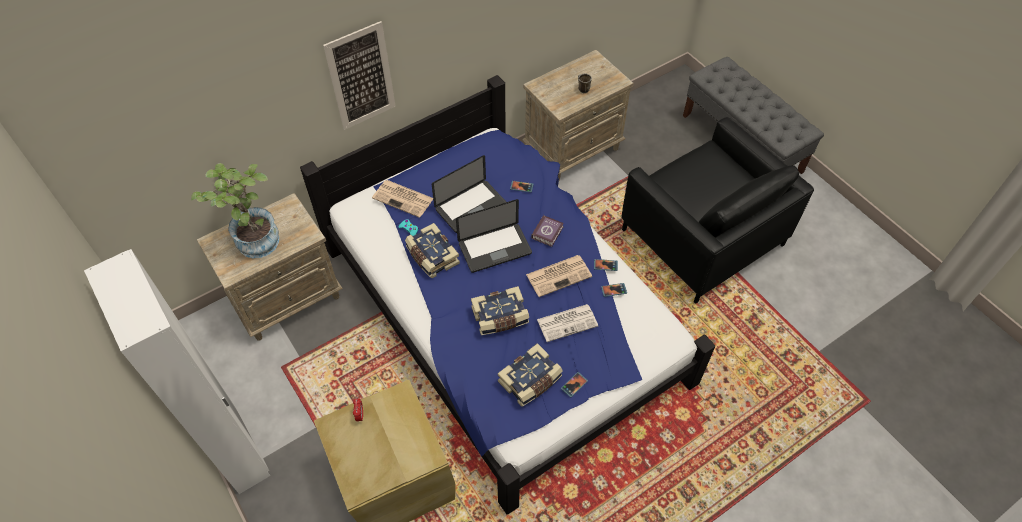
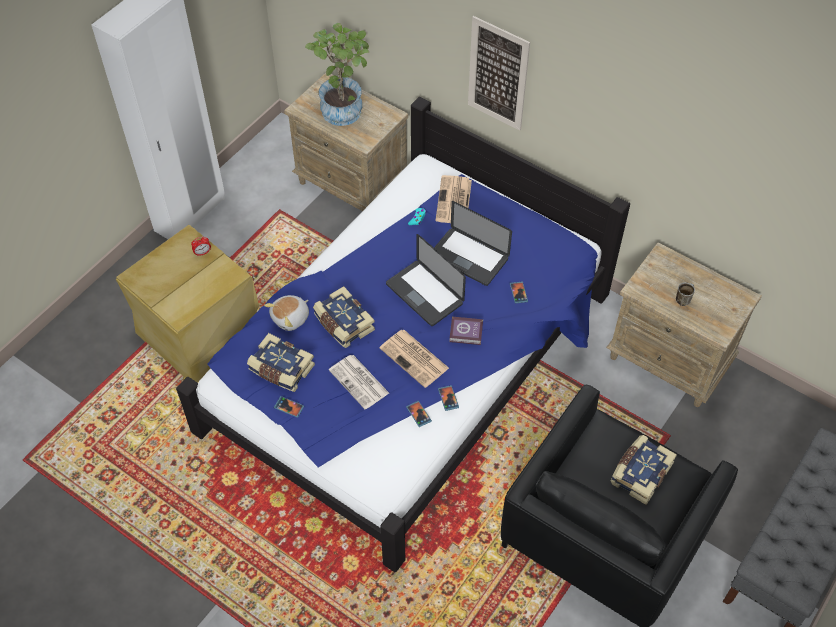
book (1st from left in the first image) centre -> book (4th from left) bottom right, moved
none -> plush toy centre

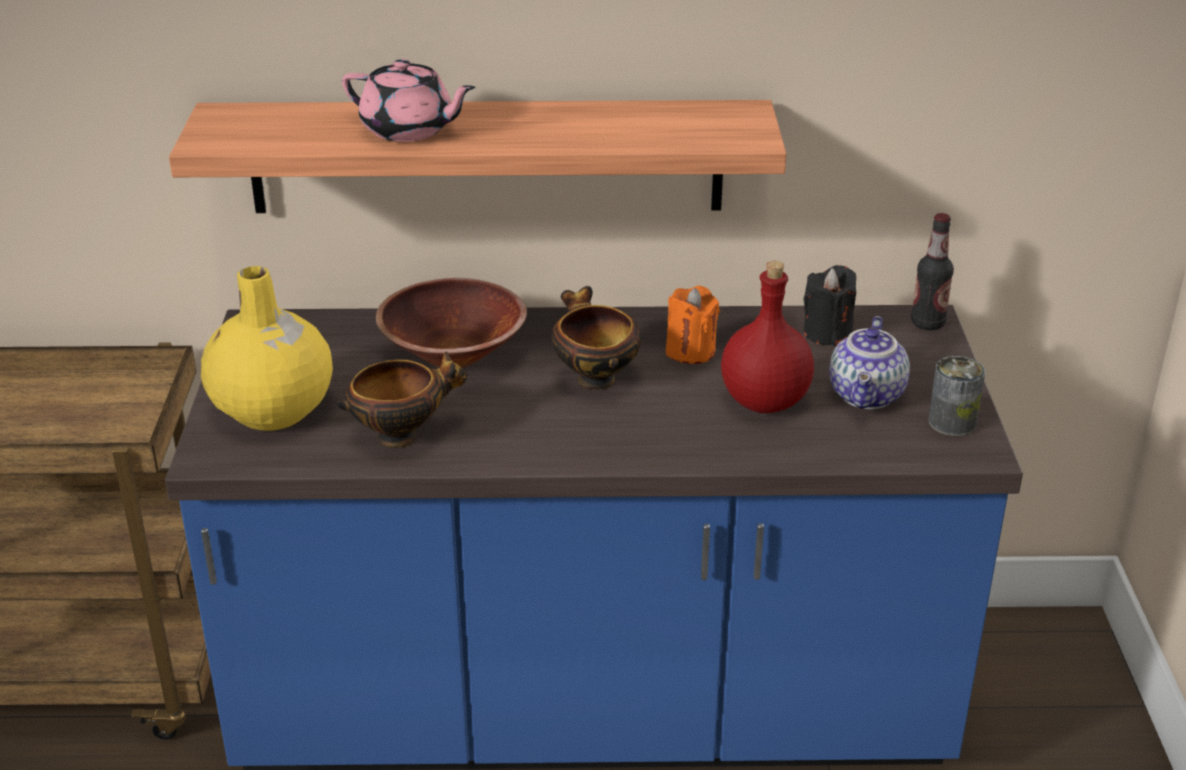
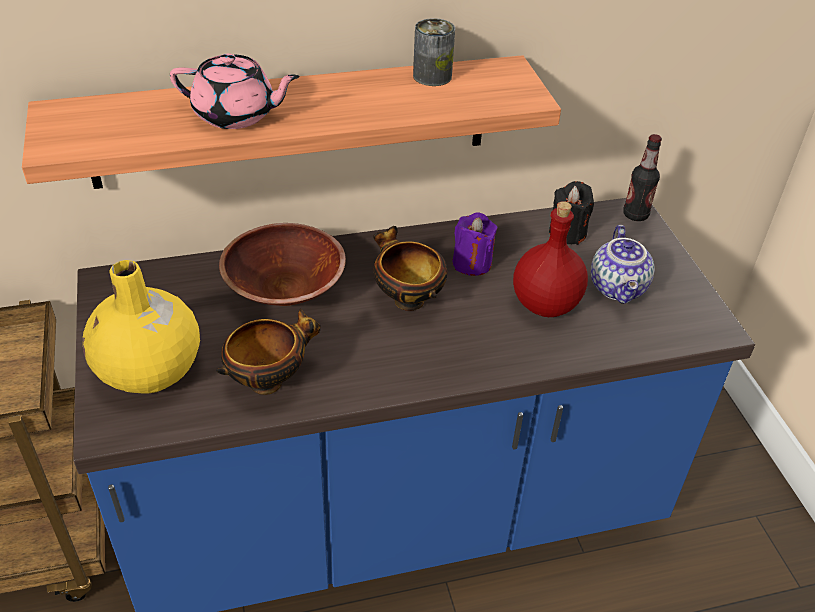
orange candle centre -> purple candle centre
can middle right -> can top centre, moved

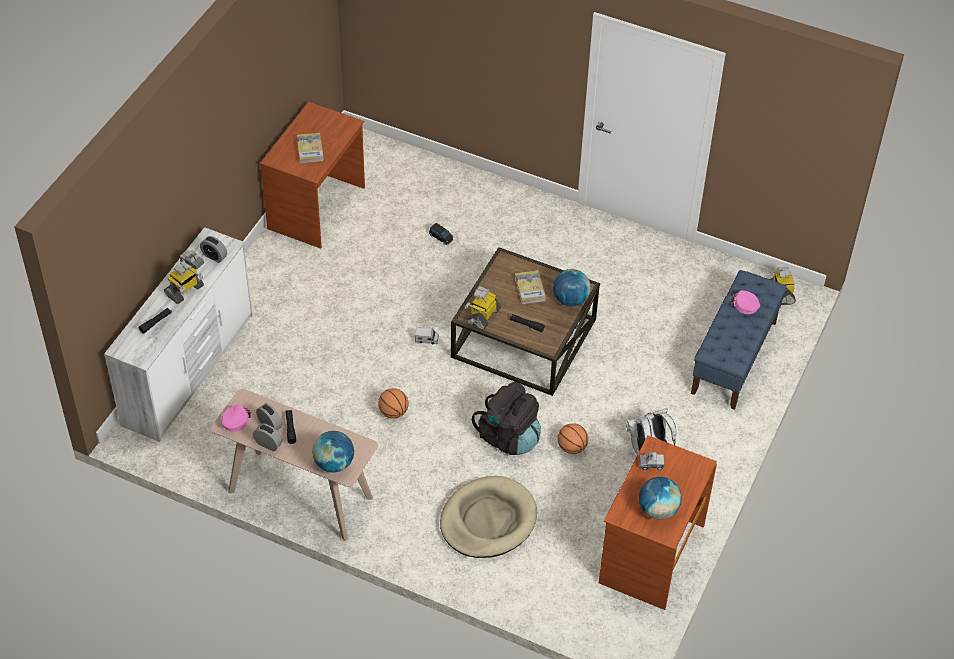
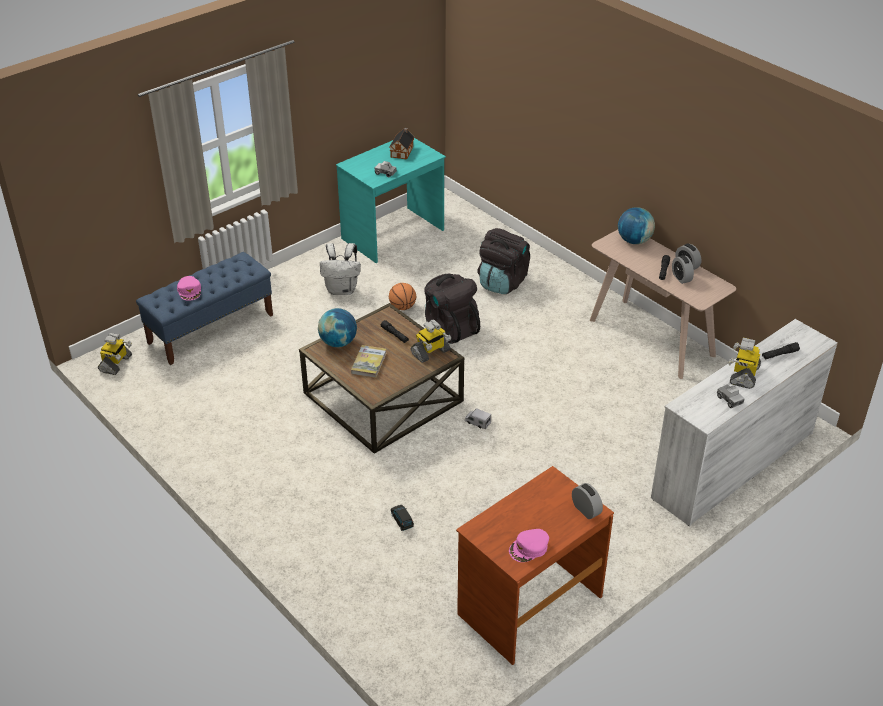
toy robot (1st from left in the first image) middle left -> toy robot (3rd from left) middle right, 45 degrees counterclockwise
alarm clock (1st from left) middle left -> alarm clock (1st from left) bottom centre, moved
pink cap (1st from left in the first image) middle left -> pink cap (2nd from left) bottom centre, moved
book (1st from left) top left -> none
basketball (1st from left) centre -> none
beige dog bed bottom centre -> black backpack (2nd from left) centre
brown desk (2nd from left) bottom right -> turquoise desk top centre
globe (3rd from left) bottom right -> toy house top centre

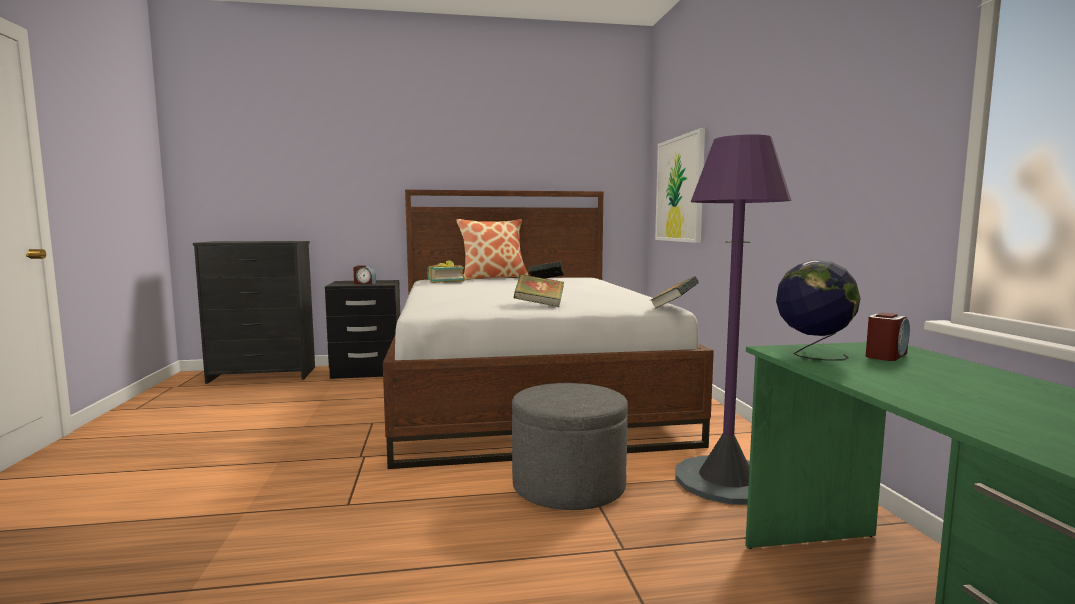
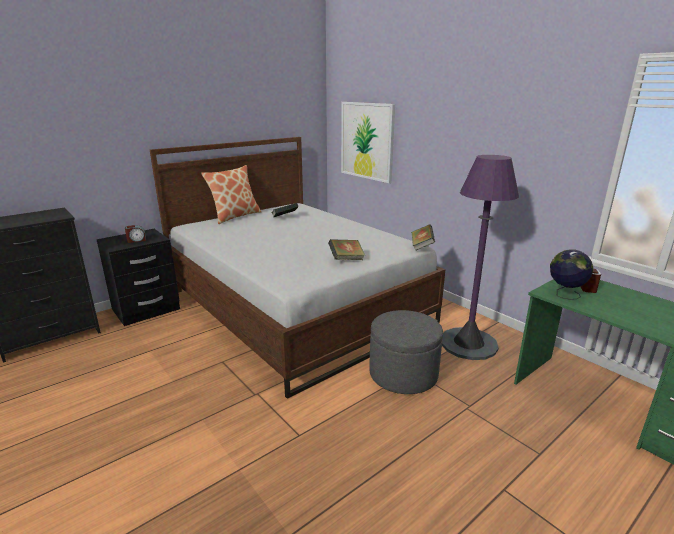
book (1st from left) centre -> none

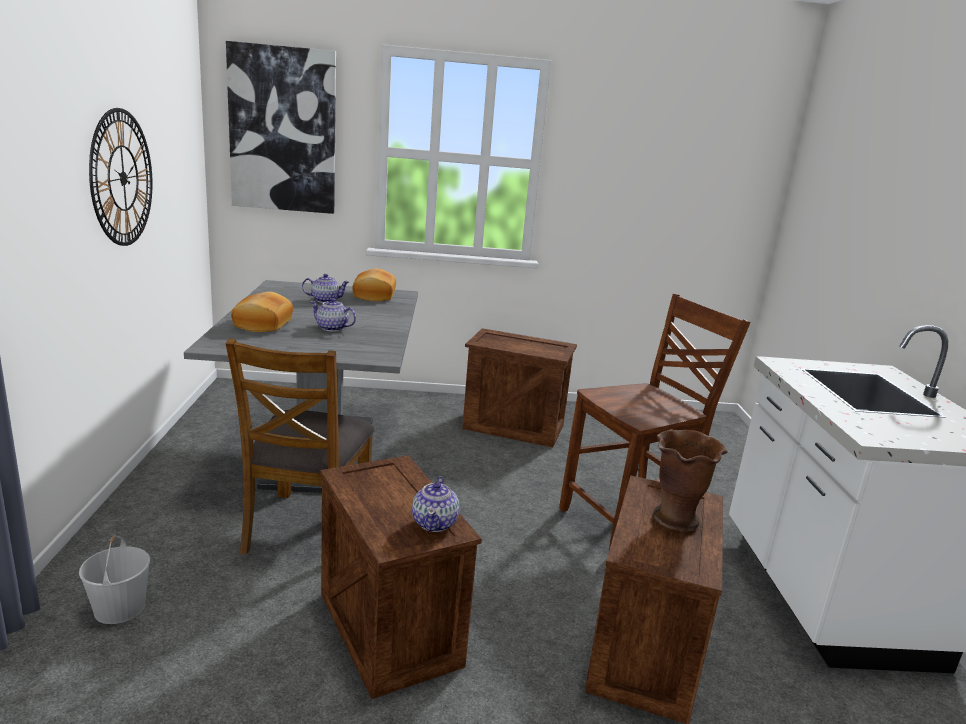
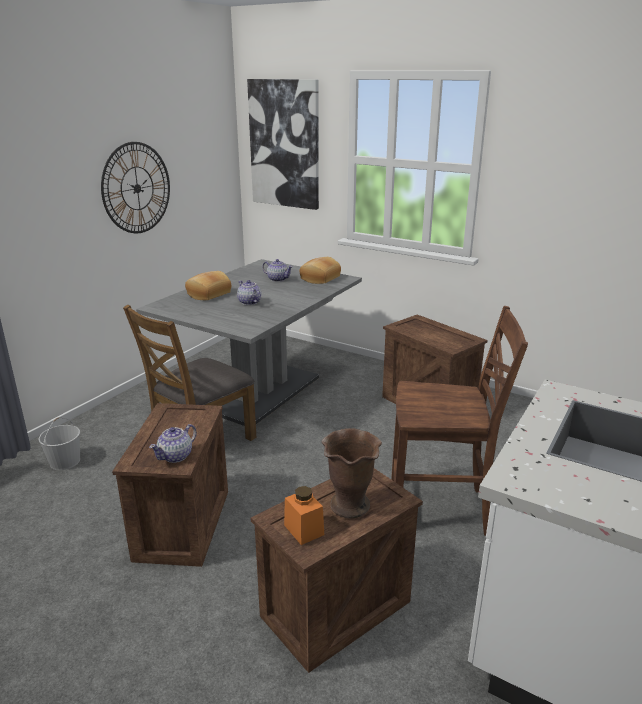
none -> orange jar bottom centre

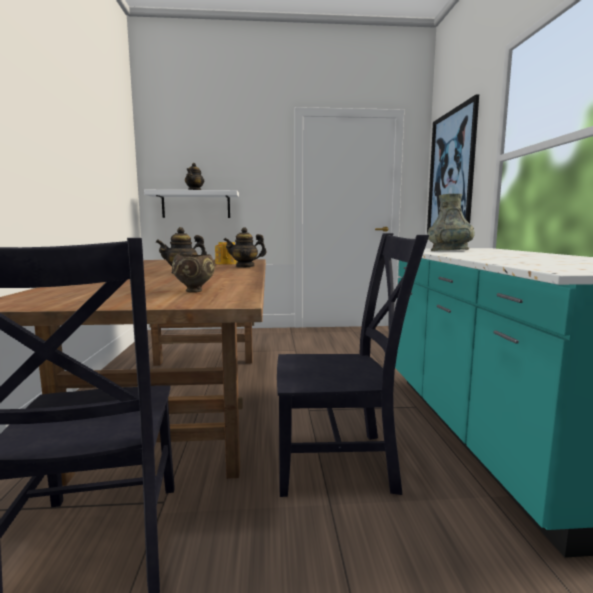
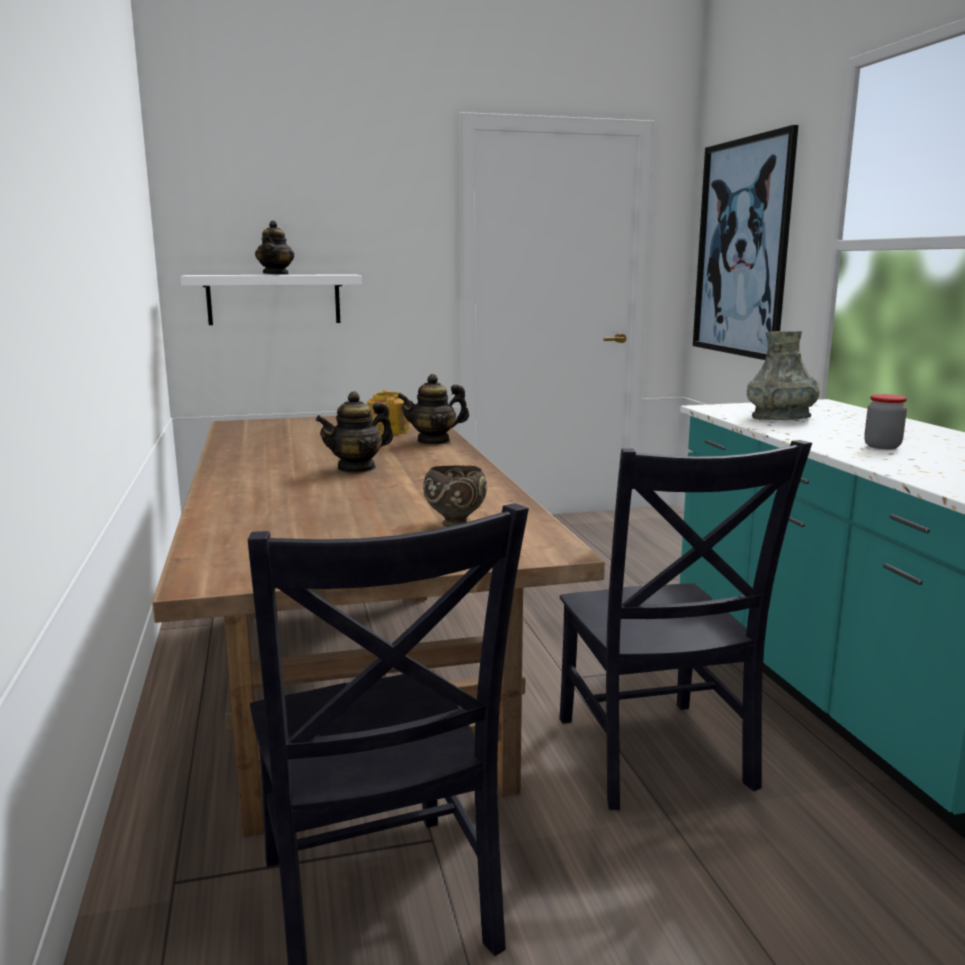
black chair (2nd from left) centre -> black chair (2nd from left) middle right, 90 degrees clockwise
none -> jar middle right

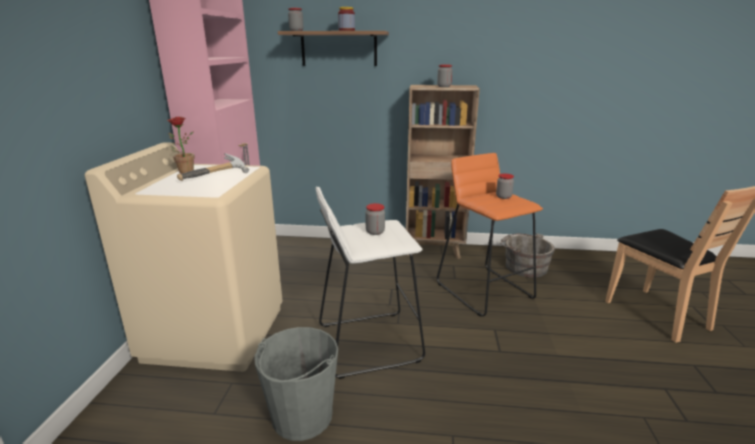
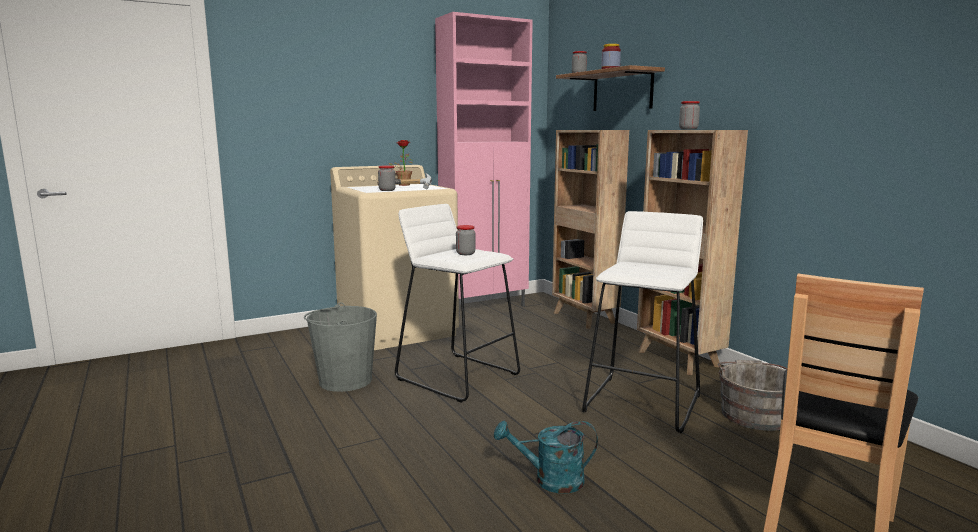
orange stool centre -> white stool (2nd from left) centre
jar (5th from left in the first image) middle right -> jar (1st from left) centre, moved
none -> turquoise watering can bottom centre
none -> brown bookcase (1st from left) centre

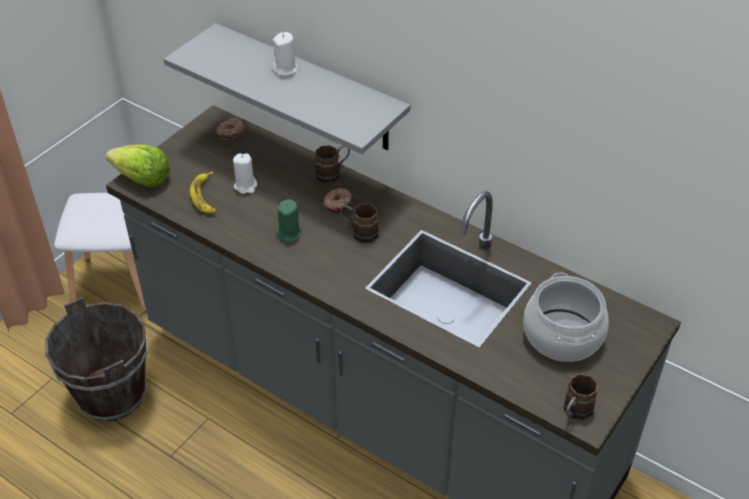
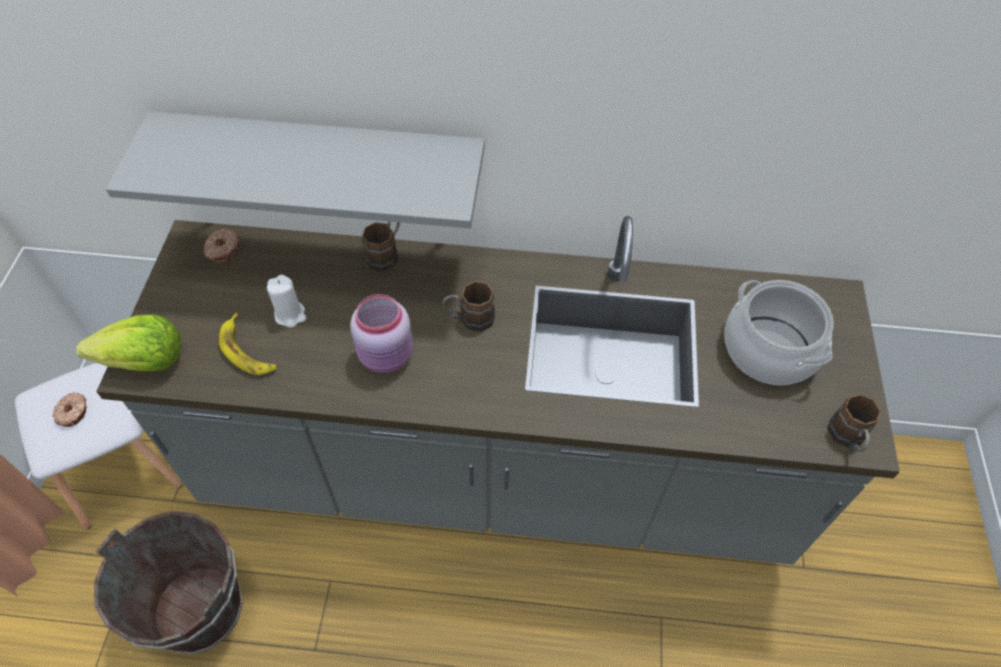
white candle (2nd from left) top centre -> none
green candle centre -> pink jar centre
donut (2nd from left in the first image) centre -> donut (1st from left) middle left, moved

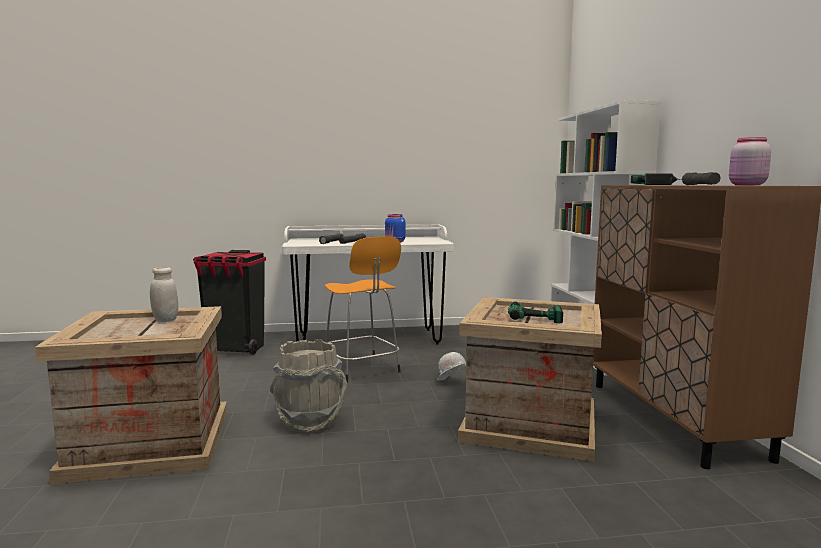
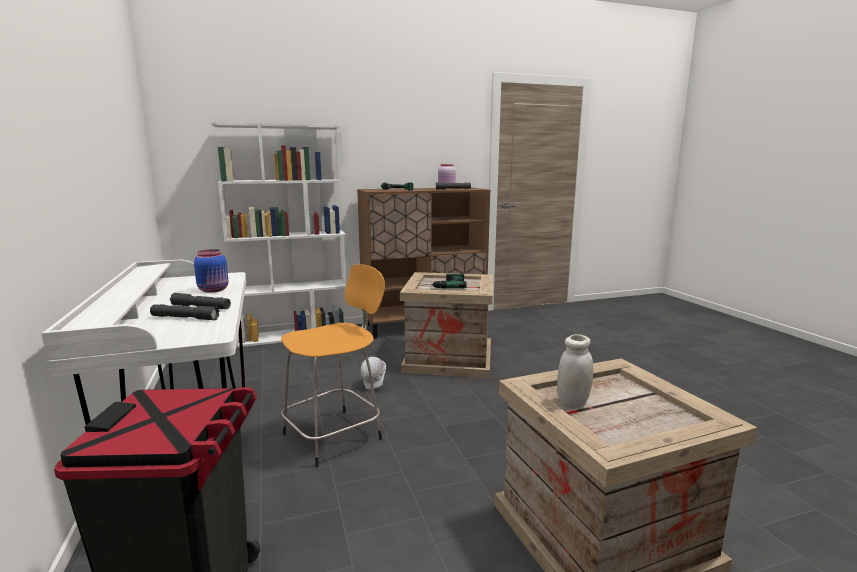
grey bucket bottom centre -> none

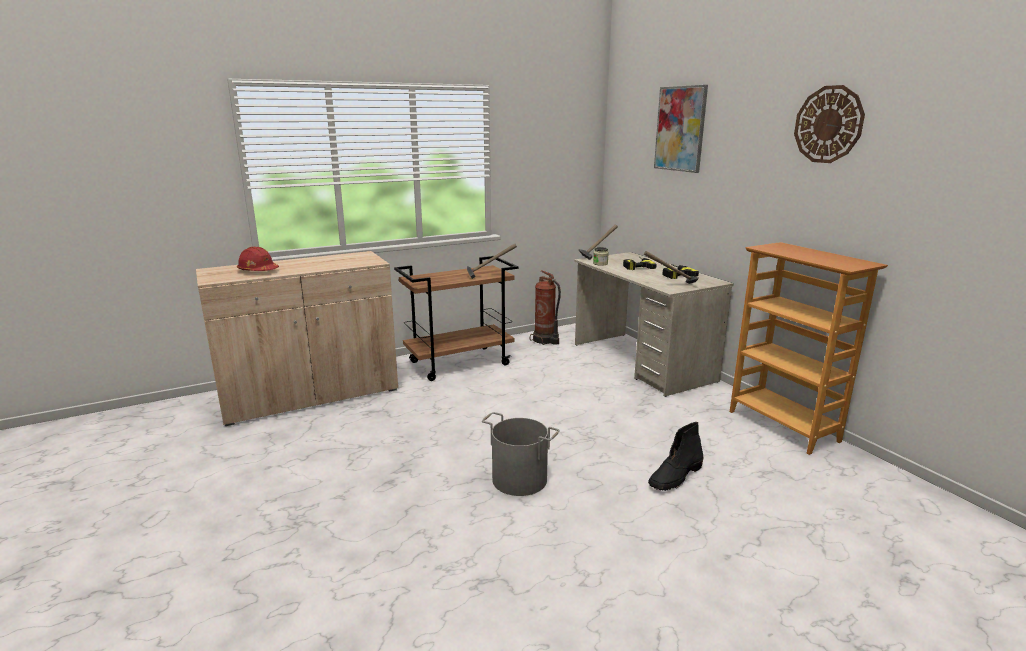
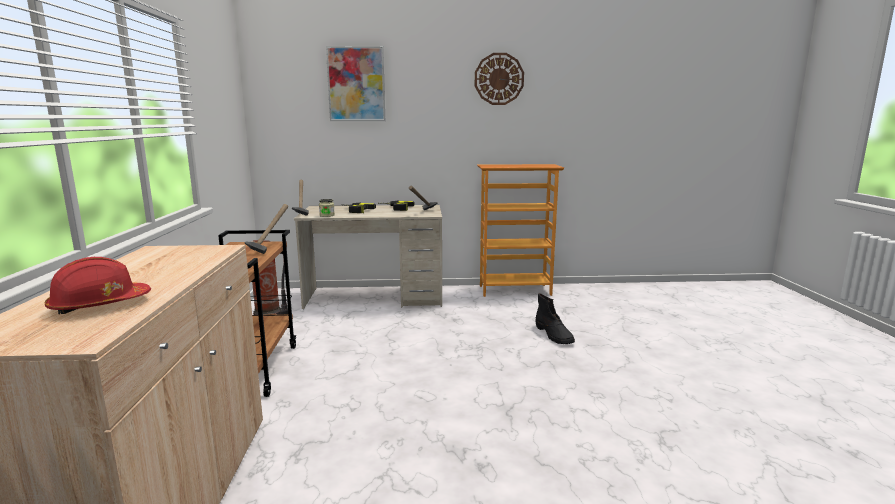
grey bucket bottom centre -> none

